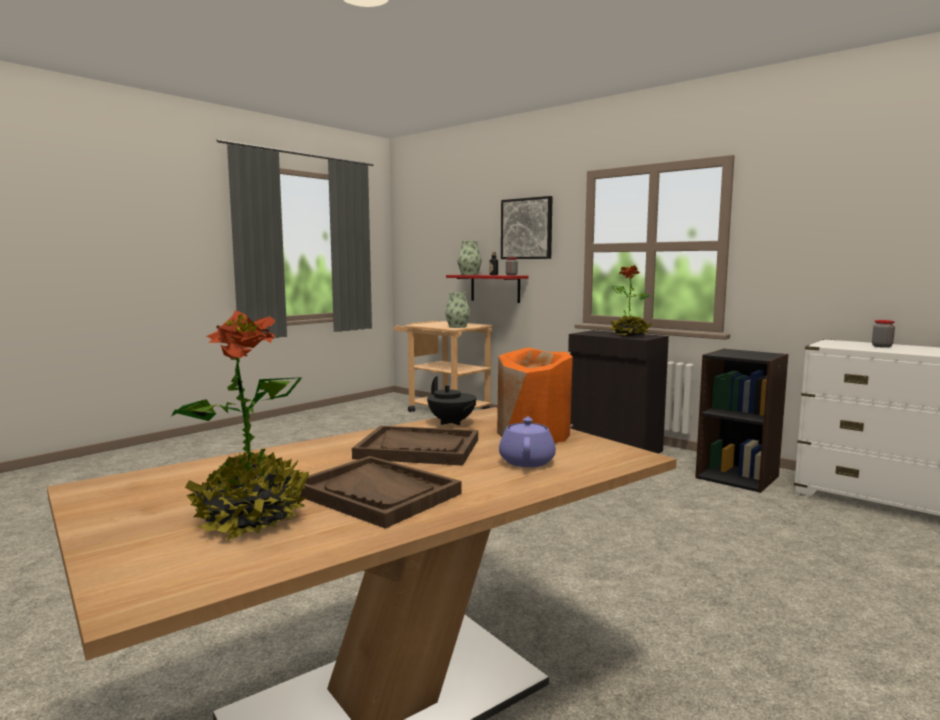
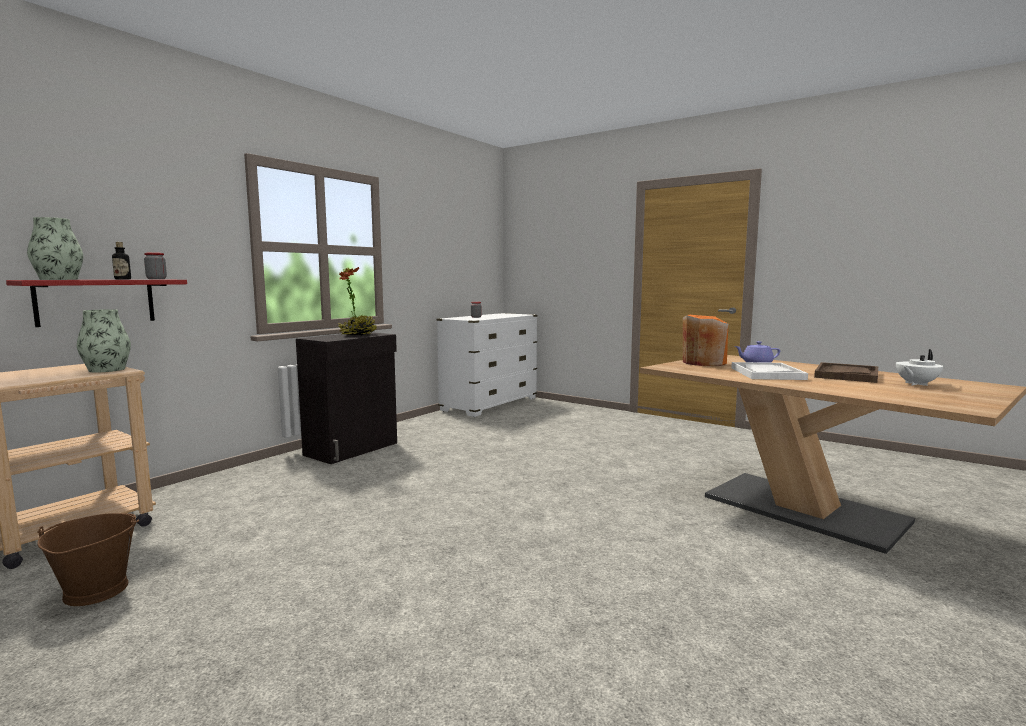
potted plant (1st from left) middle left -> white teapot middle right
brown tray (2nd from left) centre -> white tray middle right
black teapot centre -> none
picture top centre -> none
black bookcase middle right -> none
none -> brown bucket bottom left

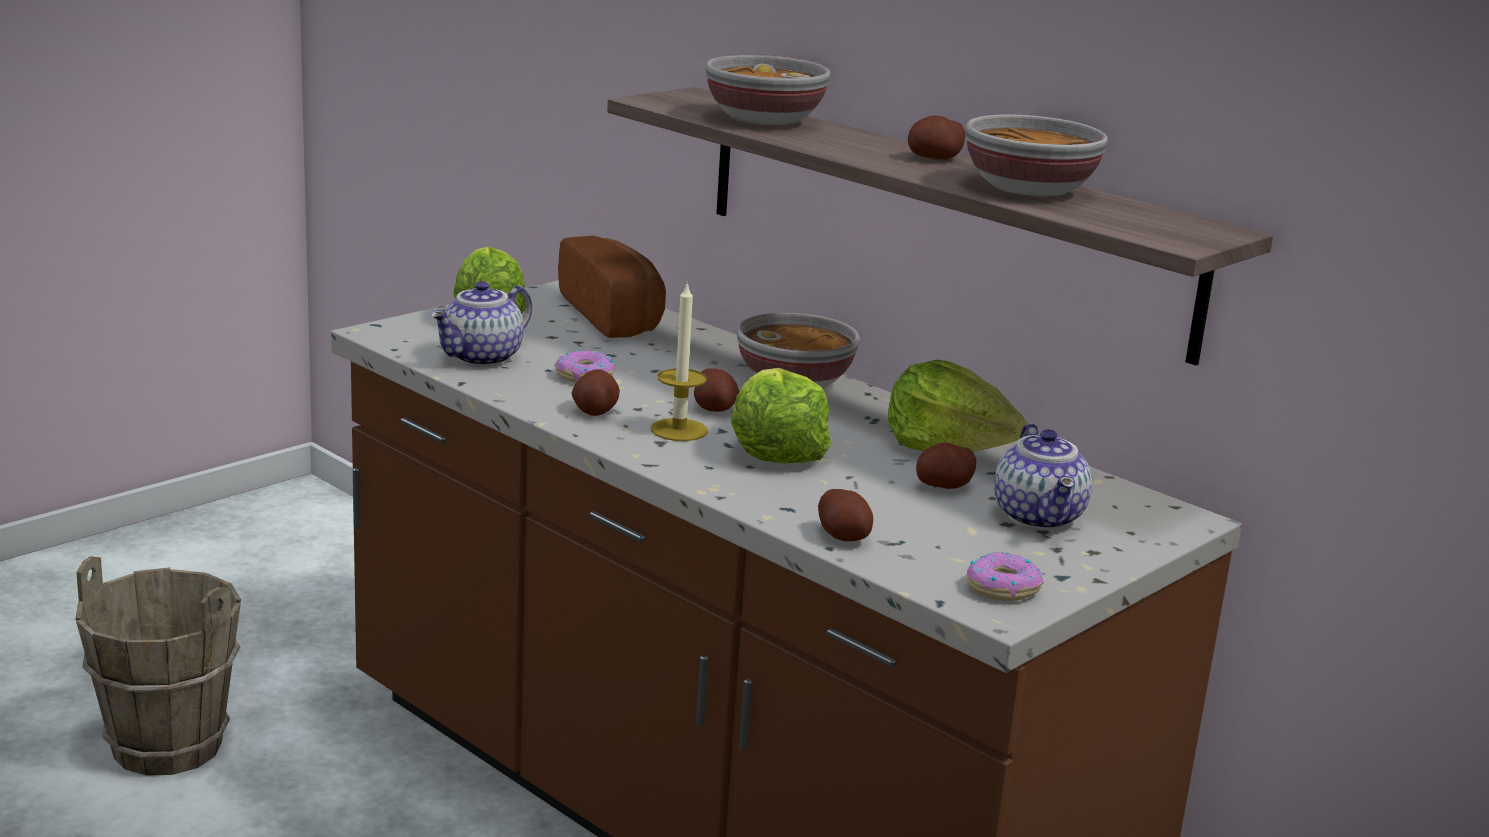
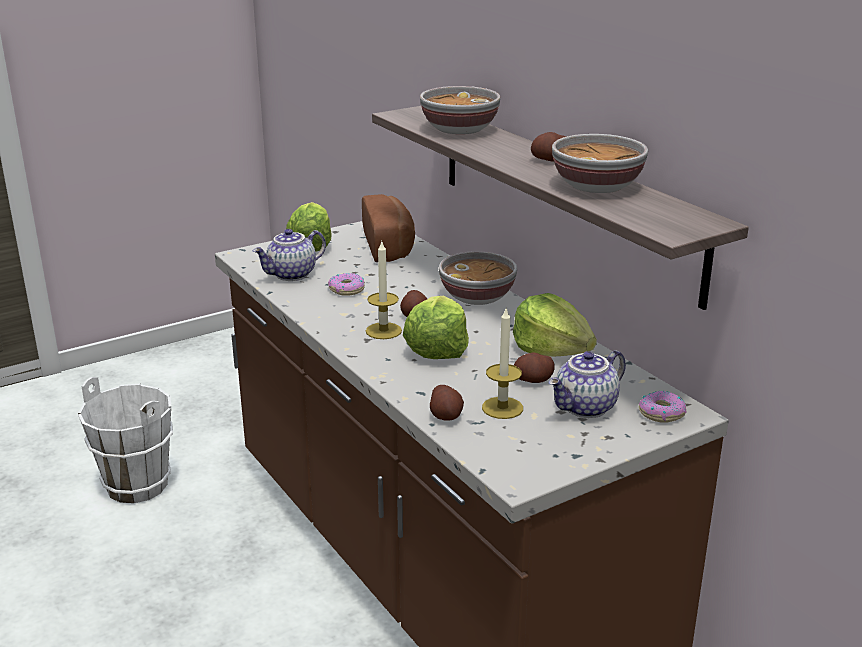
brown bucket bottom left -> white bucket bottom left
potato (1st from left) centre -> none
donut (2nd from left) bottom right -> donut (2nd from left) middle right, moved
teapot (2nd from left) middle right, 45 degrees clockwise
none -> candle (2nd from left) centre

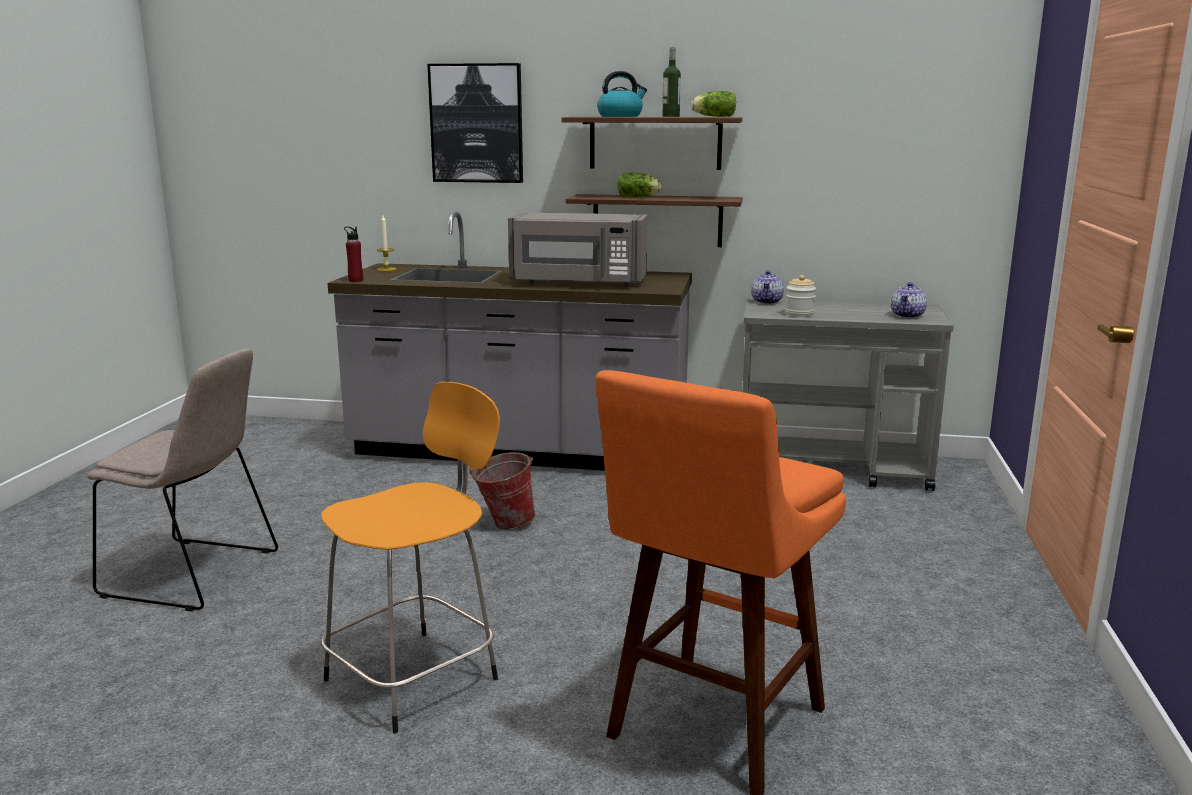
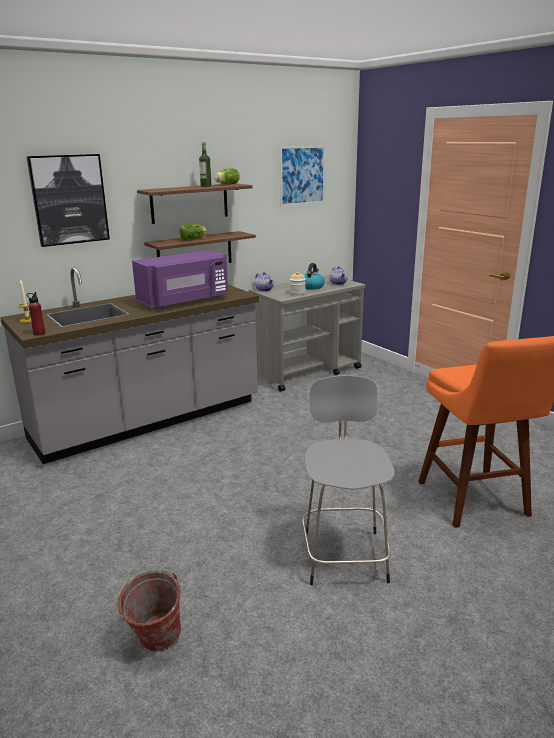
beige chair middle left -> none
orange stool (1st from left) bottom centre -> grey stool centre
bucket centre -> bucket bottom left, moved
grey microwave top centre -> purple microwave middle left
kettle top centre -> kettle centre, moved
none -> picture (2nd from left) top centre

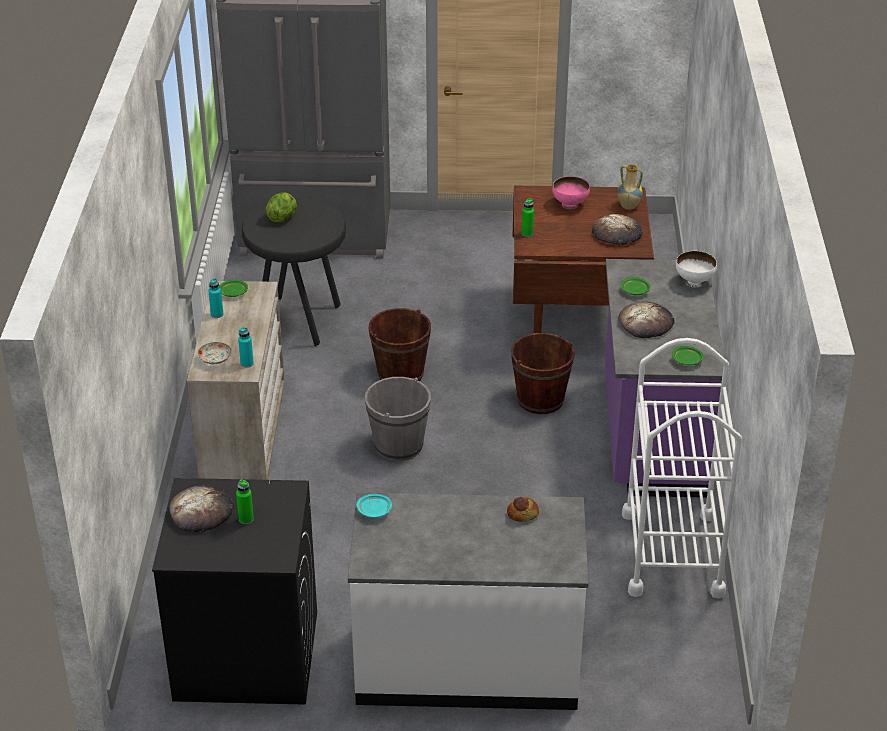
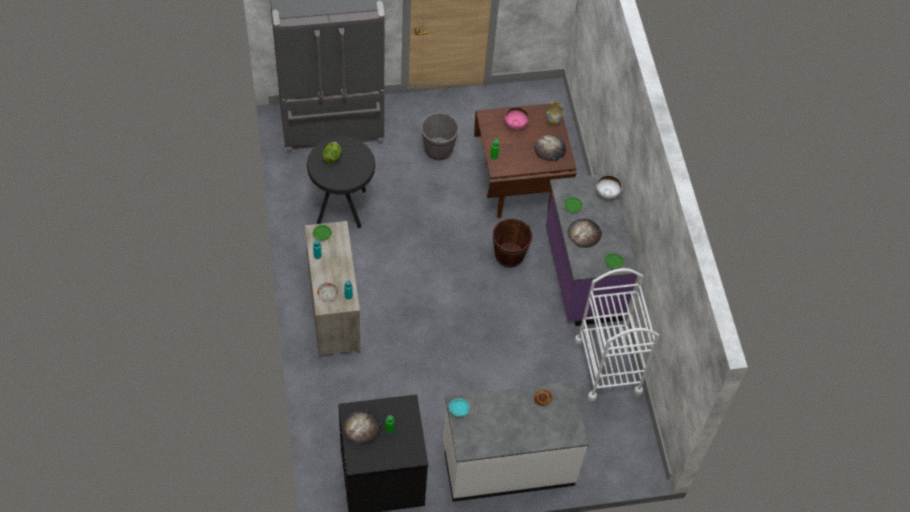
grey bucket centre -> grey bucket top centre, moved
brown bucket (1st from left) centre -> none

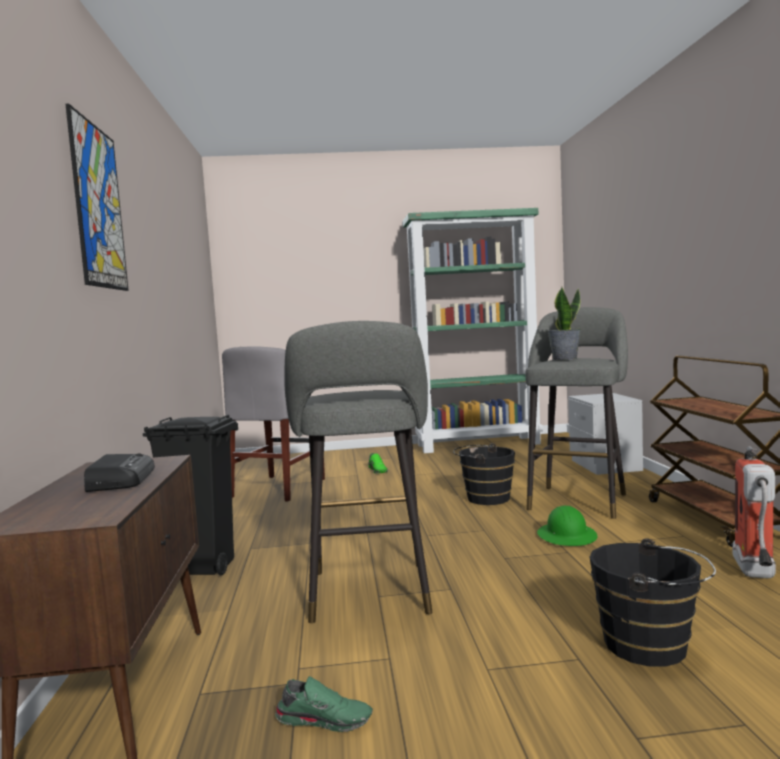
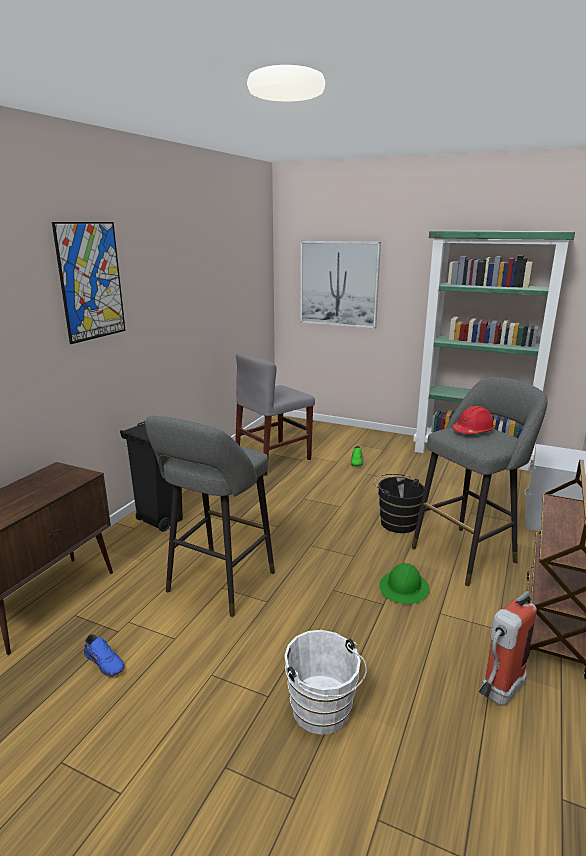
radio middle left -> none
green shoe (1st from left) bottom centre -> blue shoe bottom left
potted plant middle right -> red hard hat middle right
black bucket (2nd from left) bottom right -> white bucket bottom centre
none -> picture (2nd from left) top centre

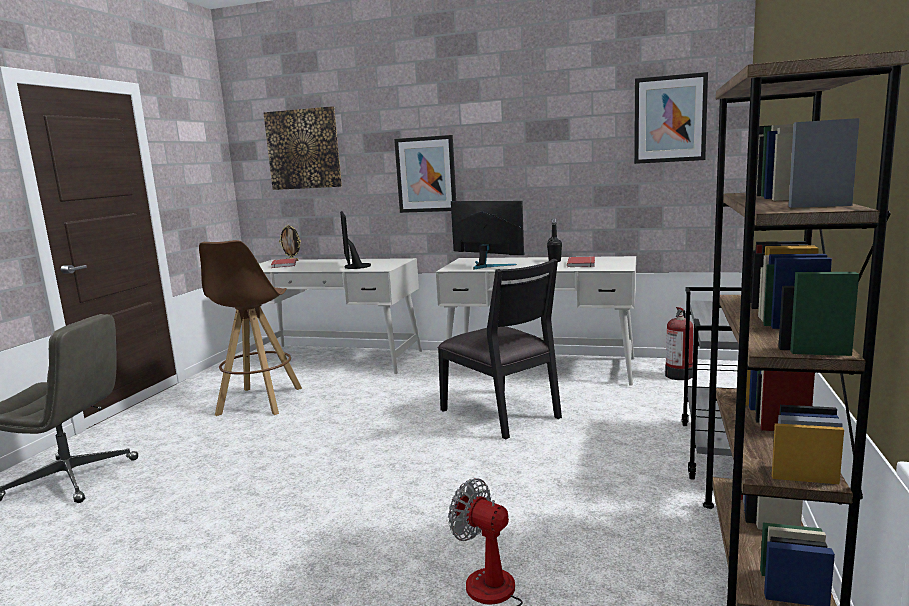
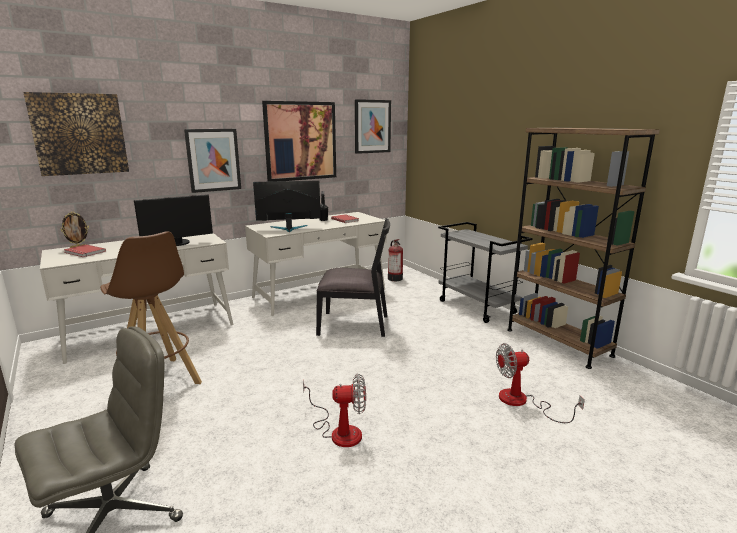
monitor (1st from left) centre -> monitor (1st from left) middle left, 60 degrees counterclockwise
none -> picture (3rd from left) top centre
none -> fan (1st from left) bottom centre

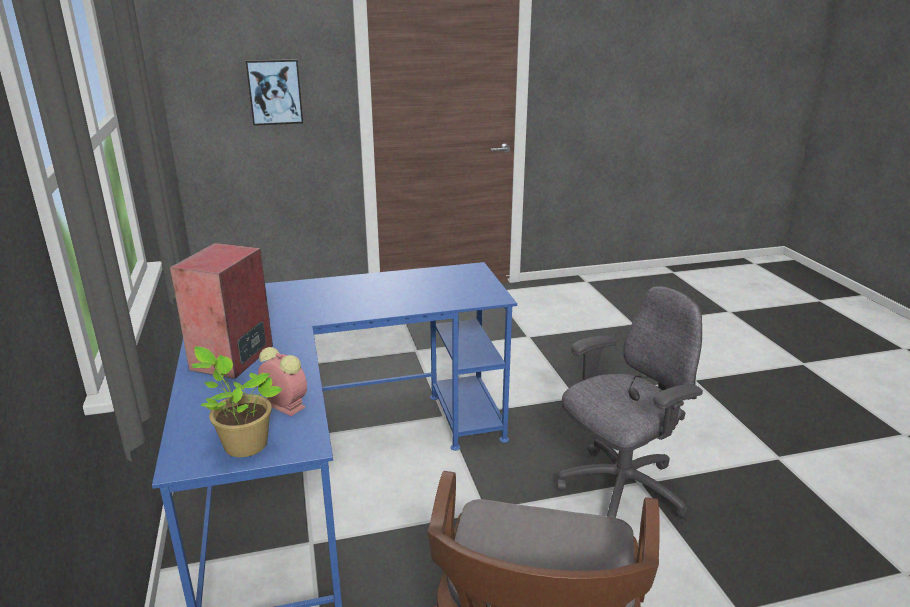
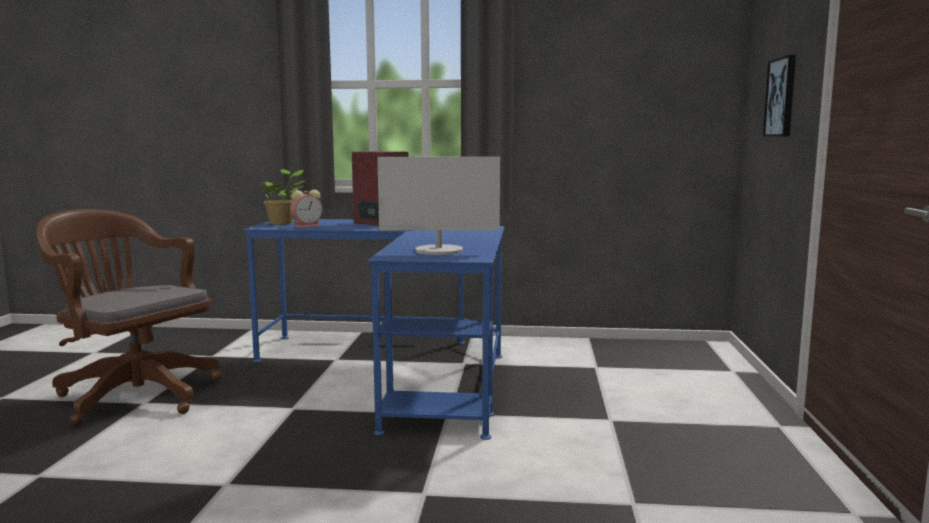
grey office chair middle right -> none
none -> monitor centre

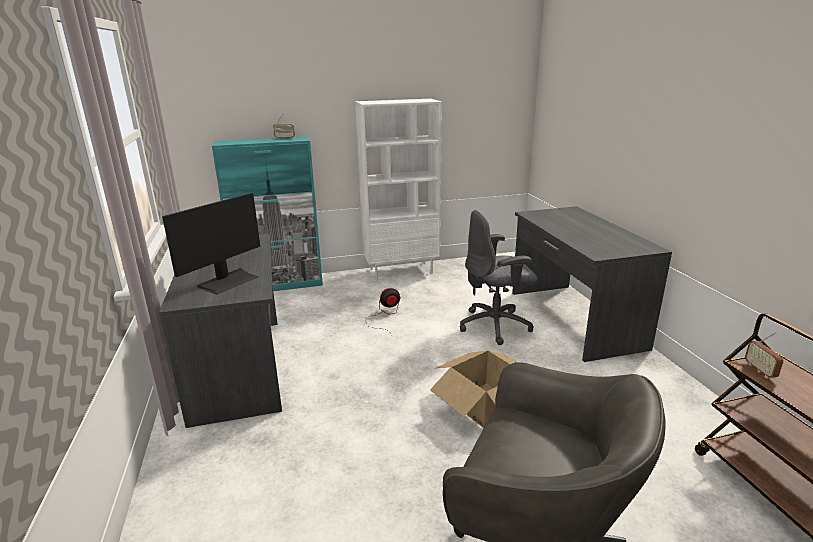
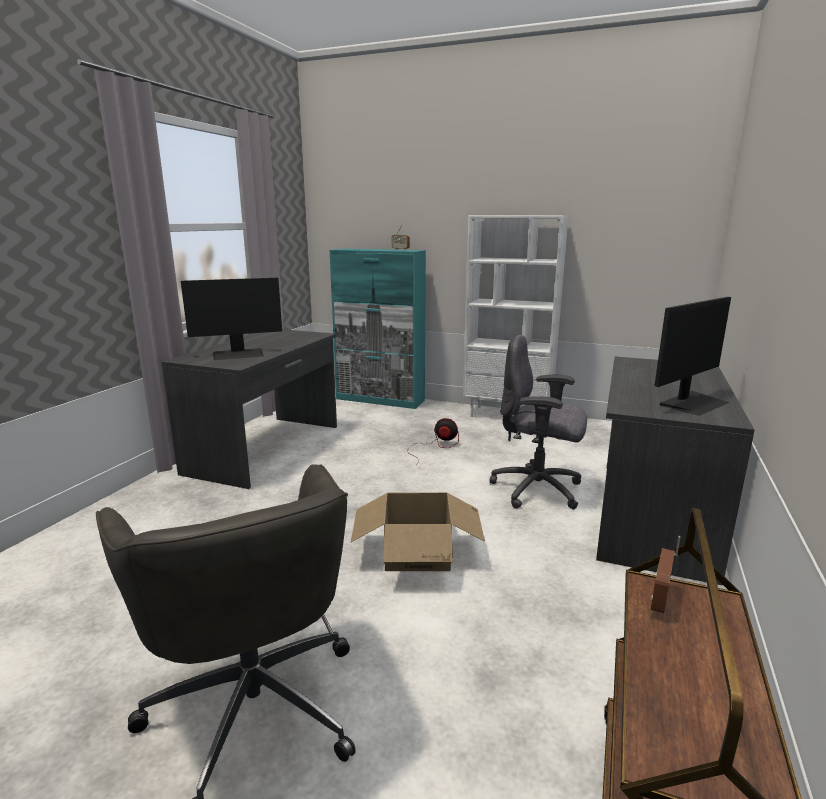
none -> monitor (2nd from left) middle right

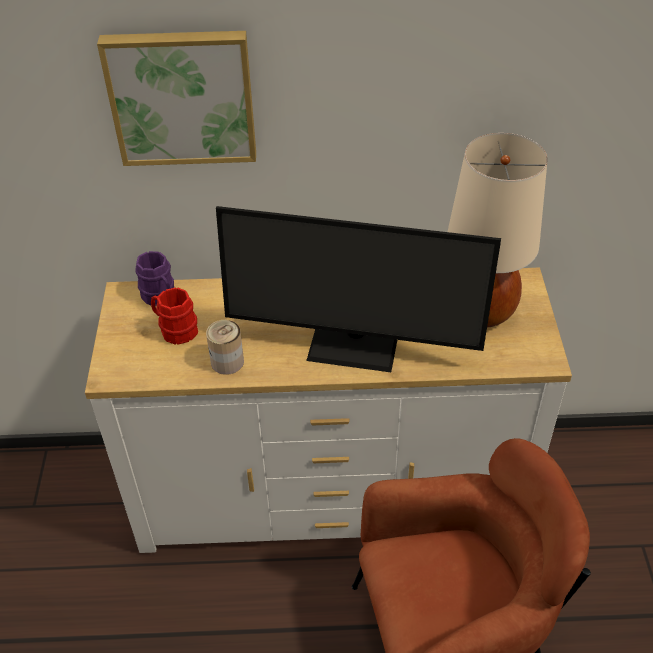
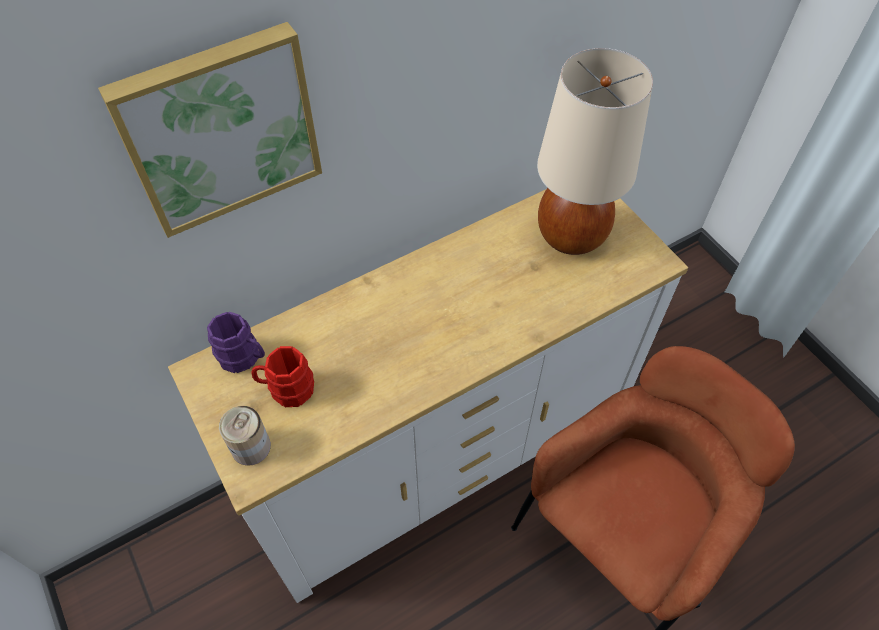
can centre -> can bottom left, moved
monitor centre -> none

